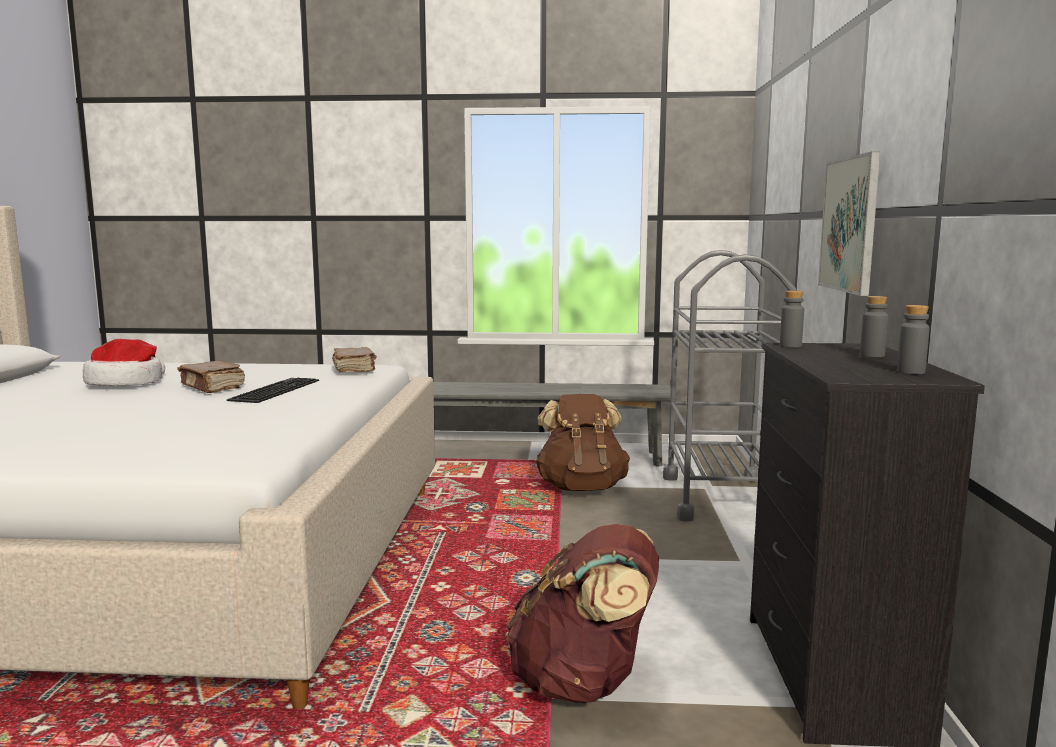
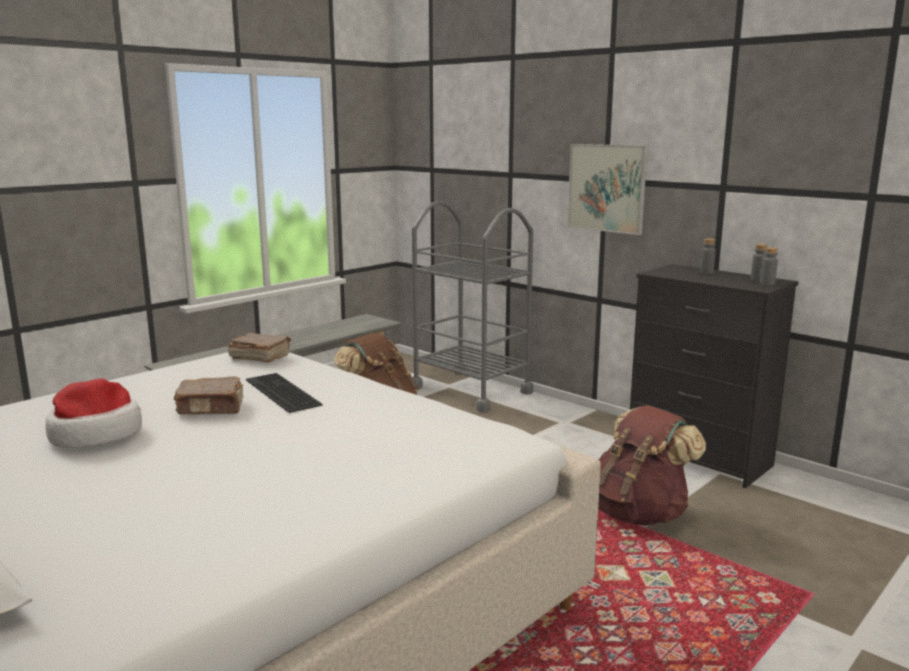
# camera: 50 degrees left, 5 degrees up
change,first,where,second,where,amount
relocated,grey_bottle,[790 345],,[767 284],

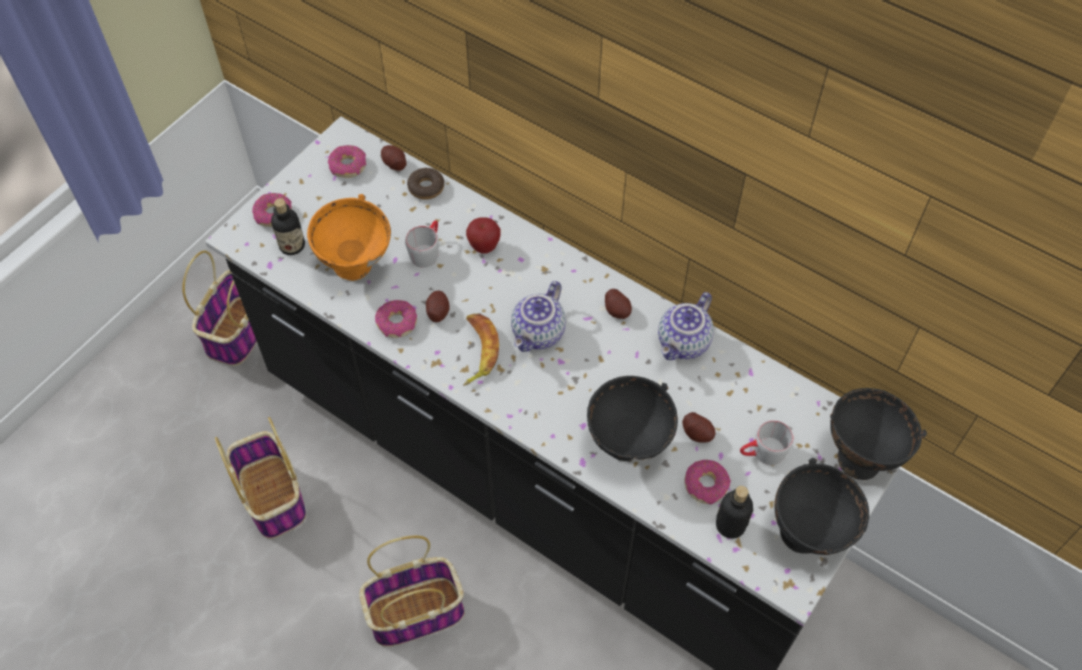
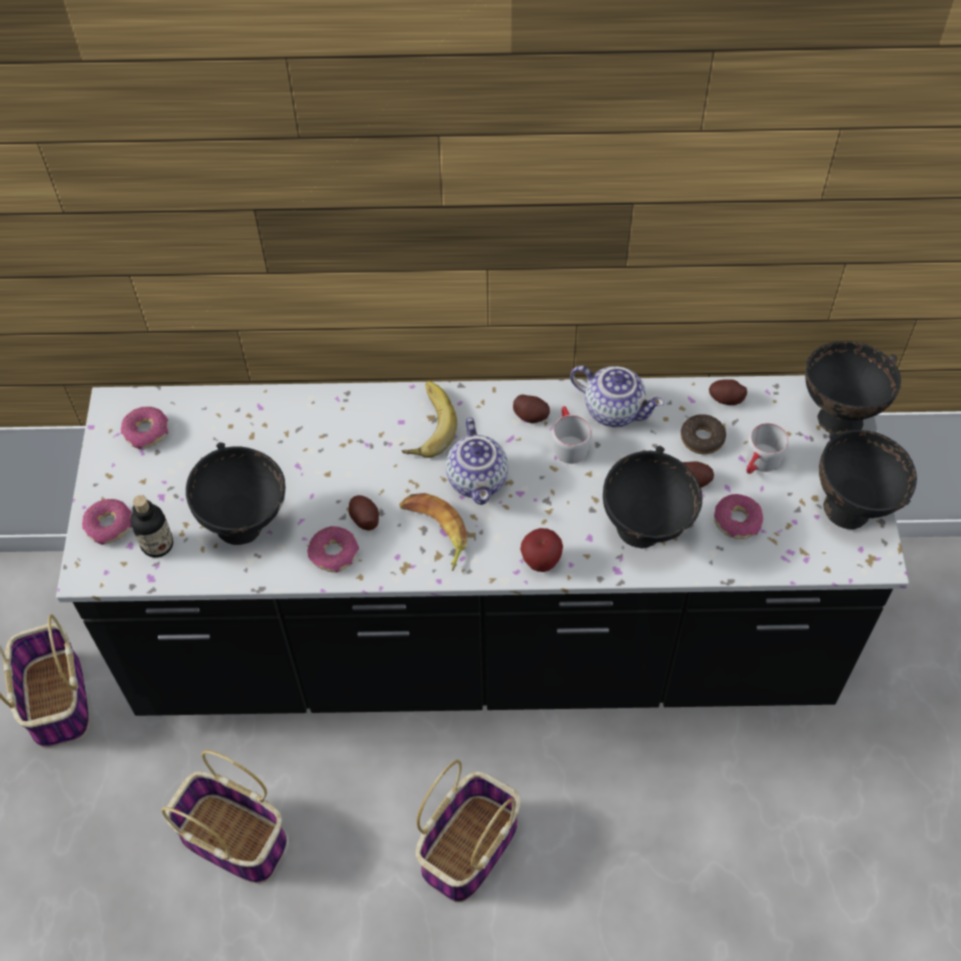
# camera: 35 degrees left, 0 degrees up
change,first,where,second,where,amount
colour,orange_bowl,[357 267],black_bowl,[246 525],
relocated,potato,[394 164],,[725 399],
relocated,grey_mug,[427 251],,[568 443],
relocated,donut,[426 187],,[702 438],
relocated,apple,[484 247],,[541 562],
spun,teapot,[684 344],,[615 409],60 degrees counterclockwise
missing,bottle,[730 525],,,
appeared,,,banana,[425 424],

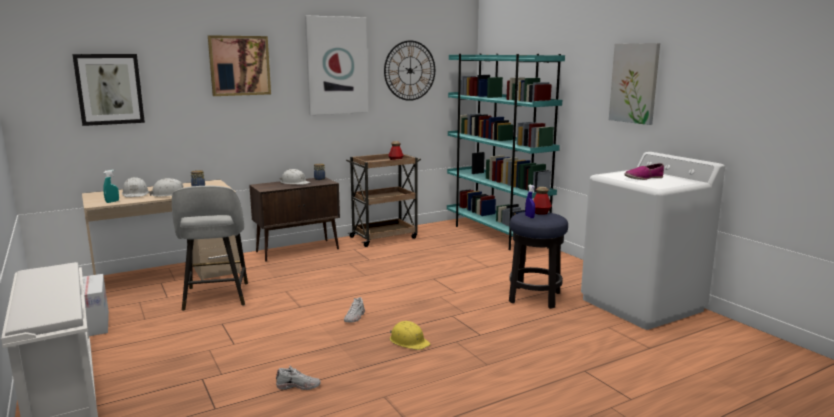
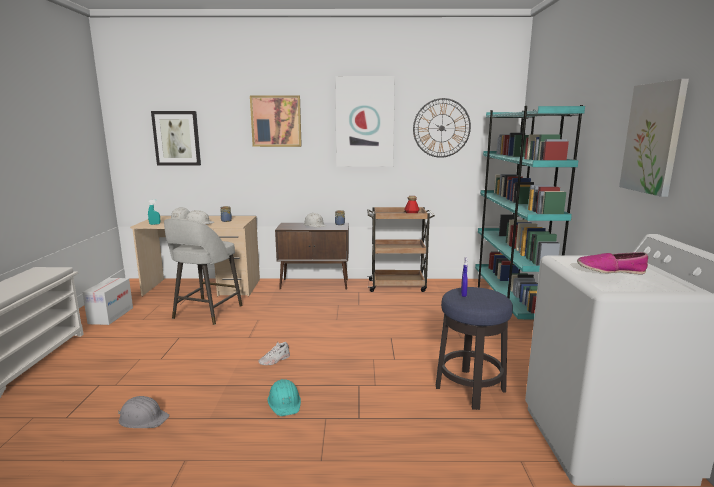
# camera: 30 degrees right, 0 degrees up
change,first,where,second,where,amount
exchanged,white_shoe,[298 386],grey_hard_hat,[143 418],
colour,yellow_hard_hat,[409 341],turquoise_hard_hat,[284 402],
missing,bottle,[540 213],,,

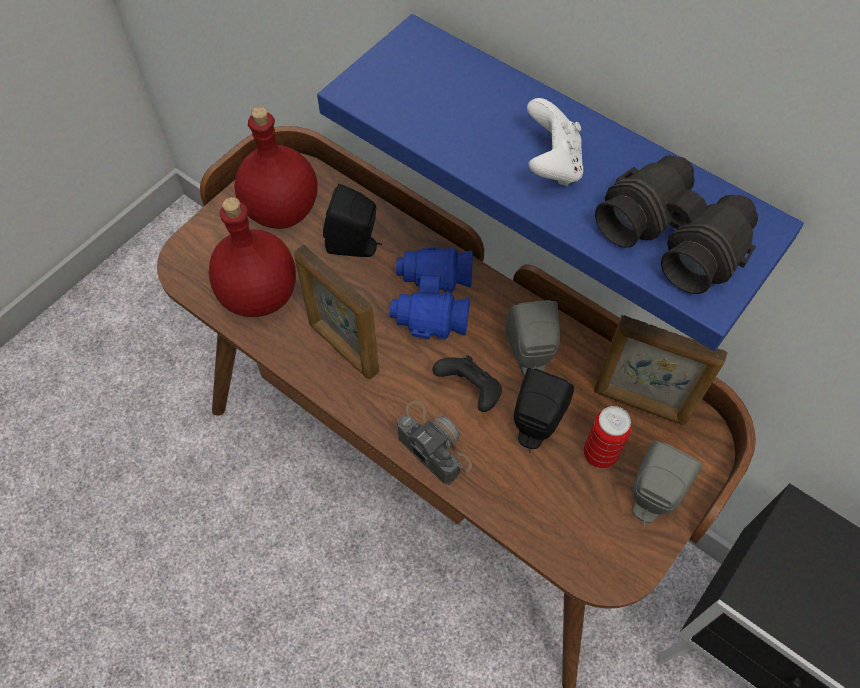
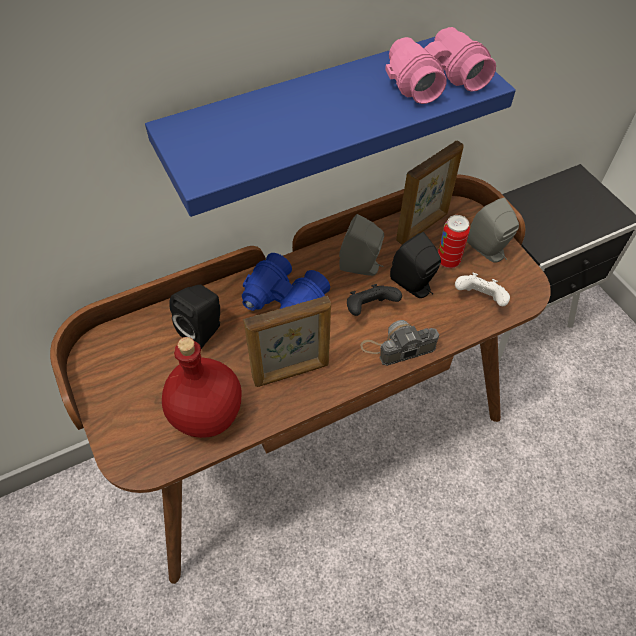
# camera: 65 degrees left, 5 degrees down
change,first,where,second,where,amount
missing,red_bottle,[283 211],,,
relocated,white_game_controller,[551 165],,[479 299],
colour,black_binoculars,[673 235],pink_binoculars,[433 79],

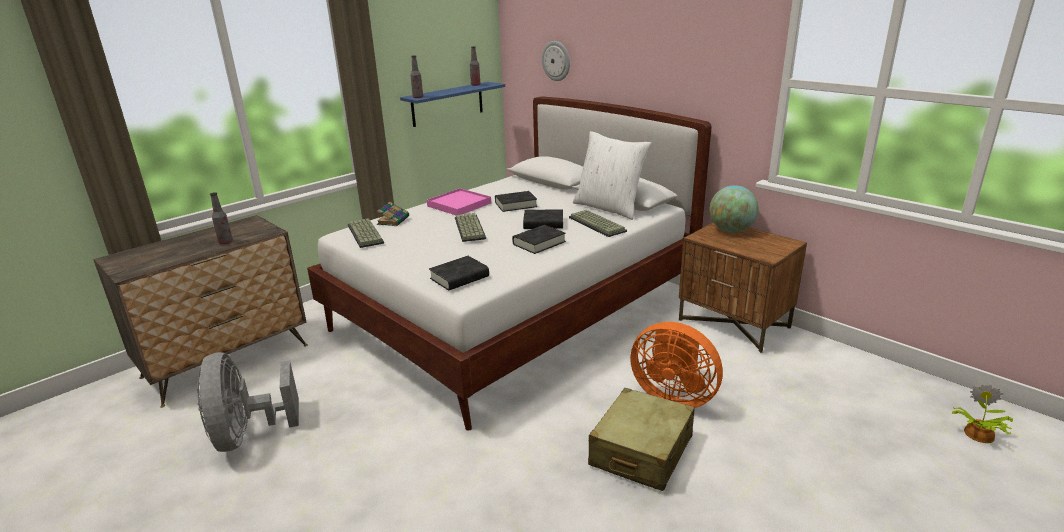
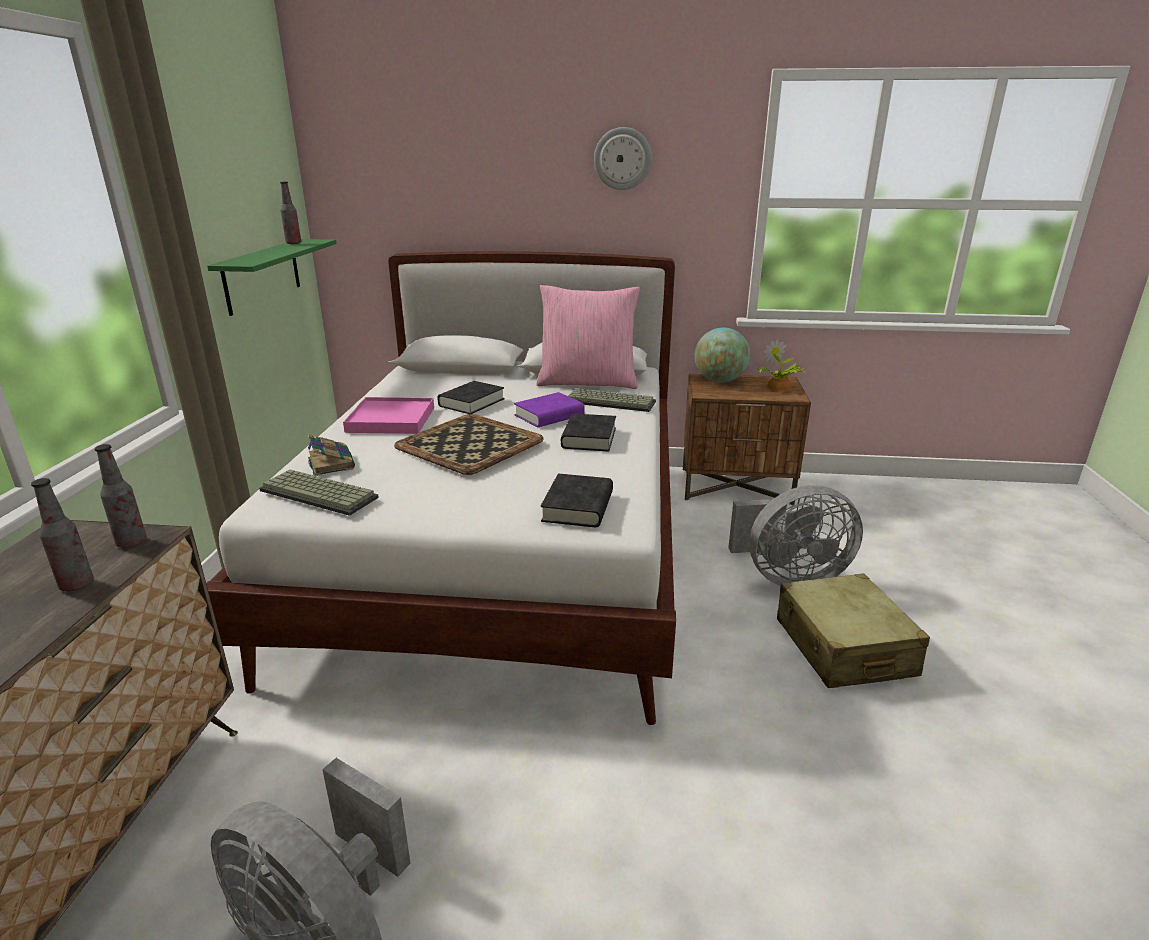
# camera: 40 degrees left, 0 degrees up
change,first,where,second,where,amount
colour,blue_shelf,[447 104],green_shelf,[262 275],
relocated,bottle,[418 97],,[132 542],
exchanged,keyboard,[468 228],tray,[468 444],
colour,black_book,[543 223],purple_book,[549 415],
relocated,wall_clock,[556 61],,[622 159],
colour,white_pillow,[609 208],pink_pillow,[587 382],
colour,orange_fan,[673 396],grey_fan,[788 577],
relocated,potted_plant,[978 434],,[778 388],

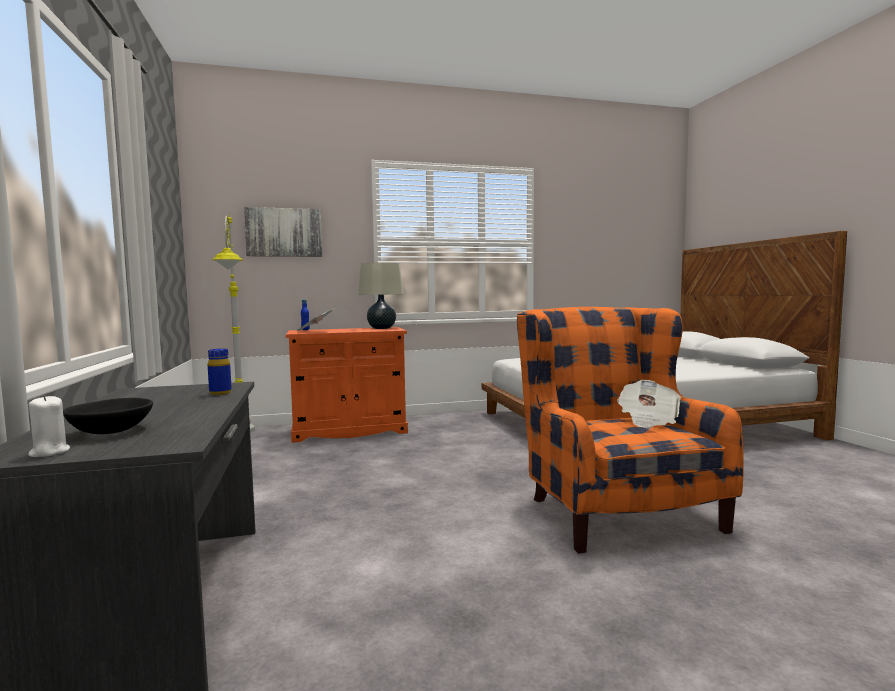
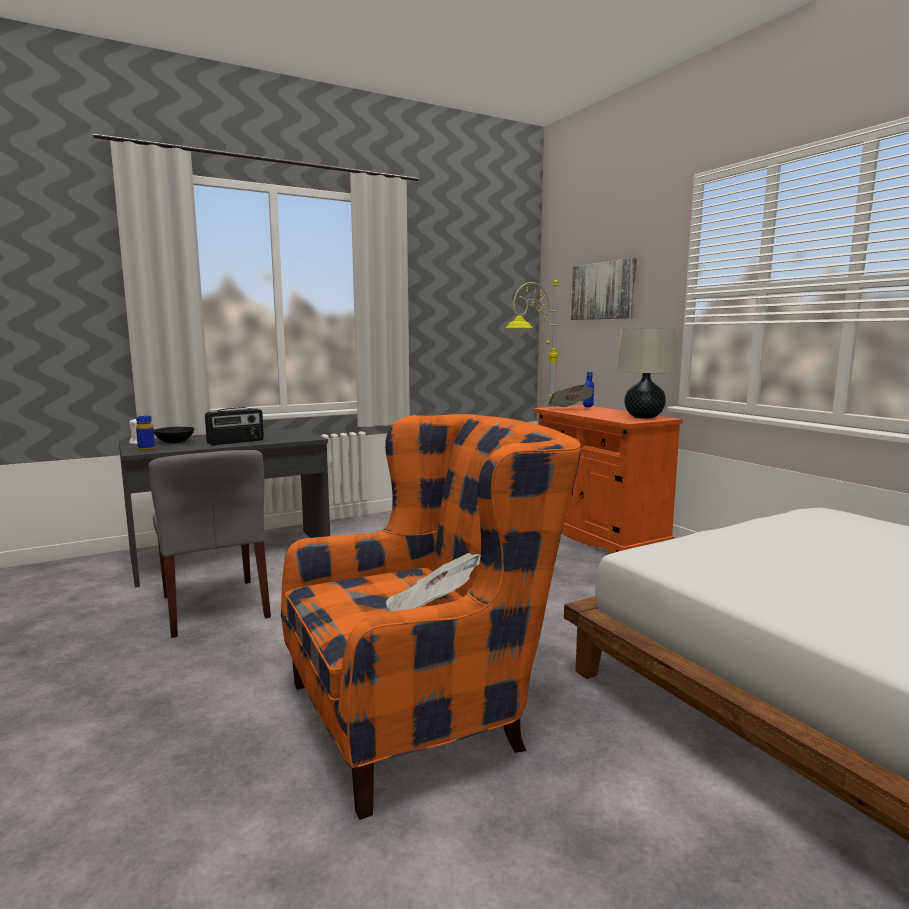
# camera: 75 degrees right, 5 degrees up
change,first,where,second,where,amount
relocated,blue_bottle,[220 393],,[146 449],
appeared,,,grey_chair,[215 607],
appeared,,,radio,[236 442],

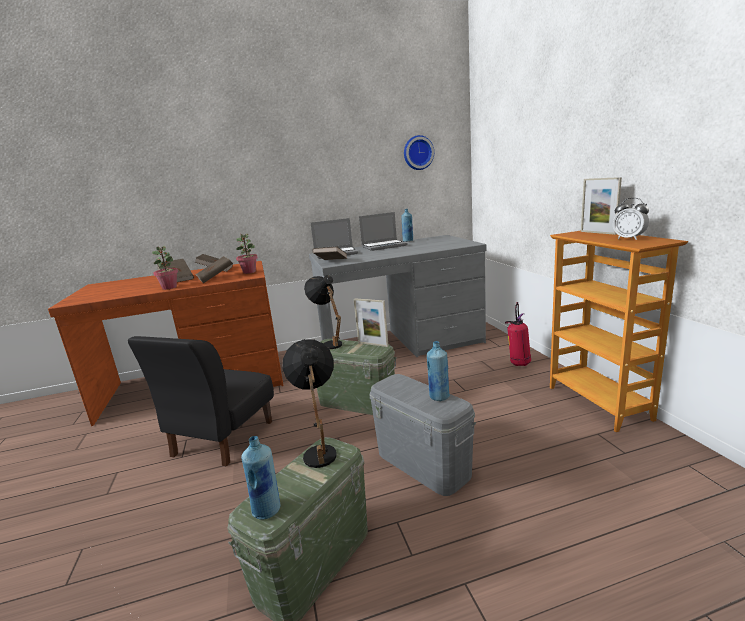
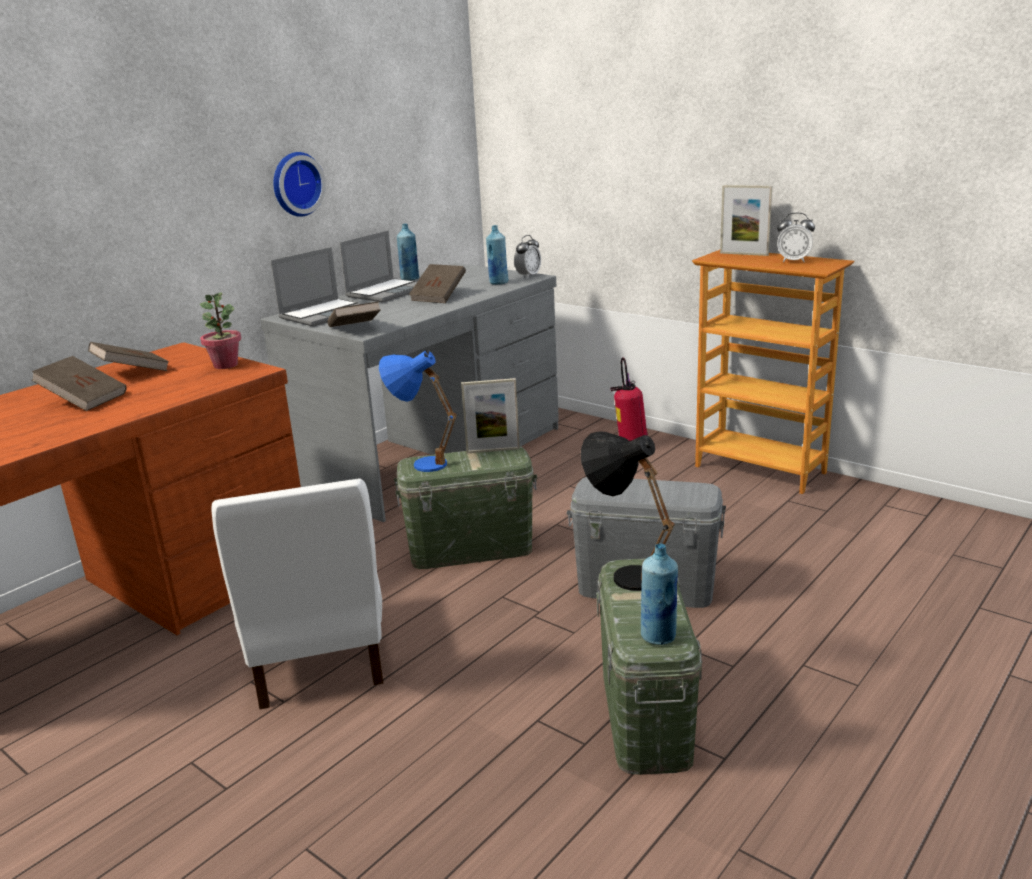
# camera: 35 degrees left, 5 degrees up
change,first,where,second,where,amount
colour,black_chair,[222 438],white_chair,[317 657],
missing,potted_plant,[169 287],,,
relocated,brown_book,[215 278],,[439 296],
colour,black_table_lamp,[329 342],blue_table_lamp,[420 462],
relocated,wall_clock,[418 153],,[296 184],
relocated,blue_bottle,[439 396],,[498 283],
appeared,,,alarm_clock,[528 276],

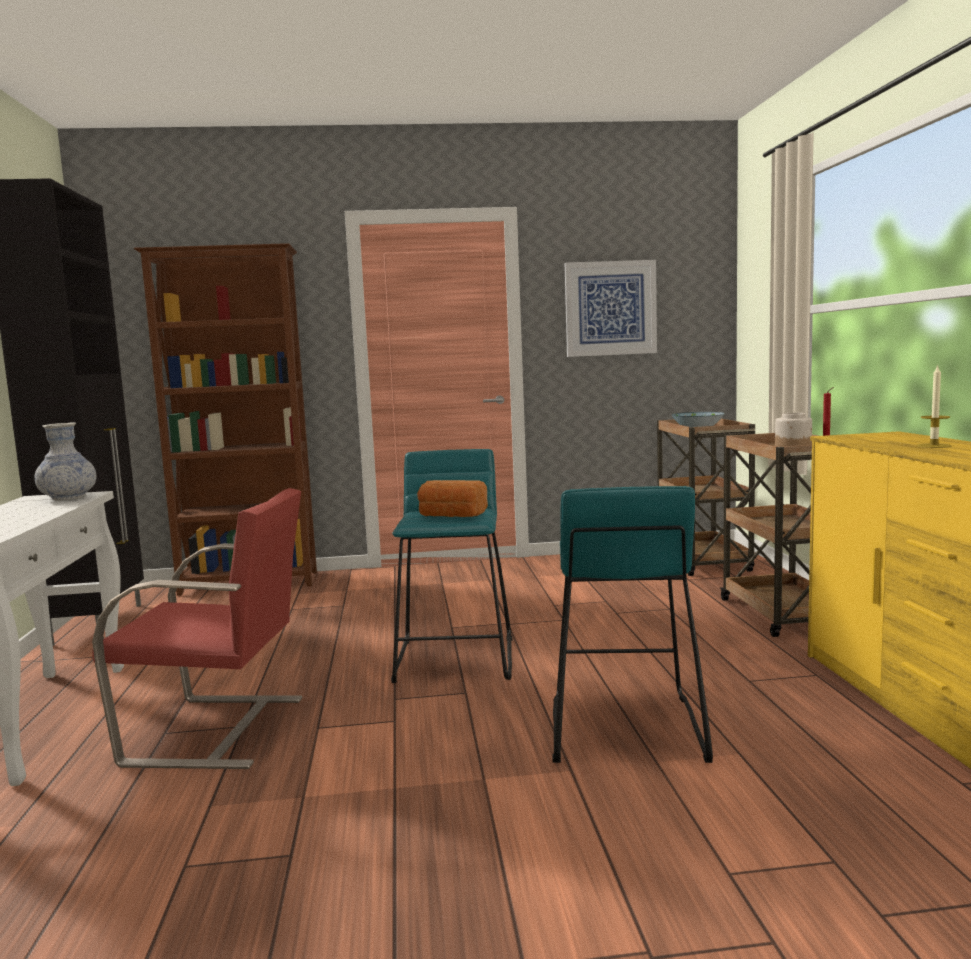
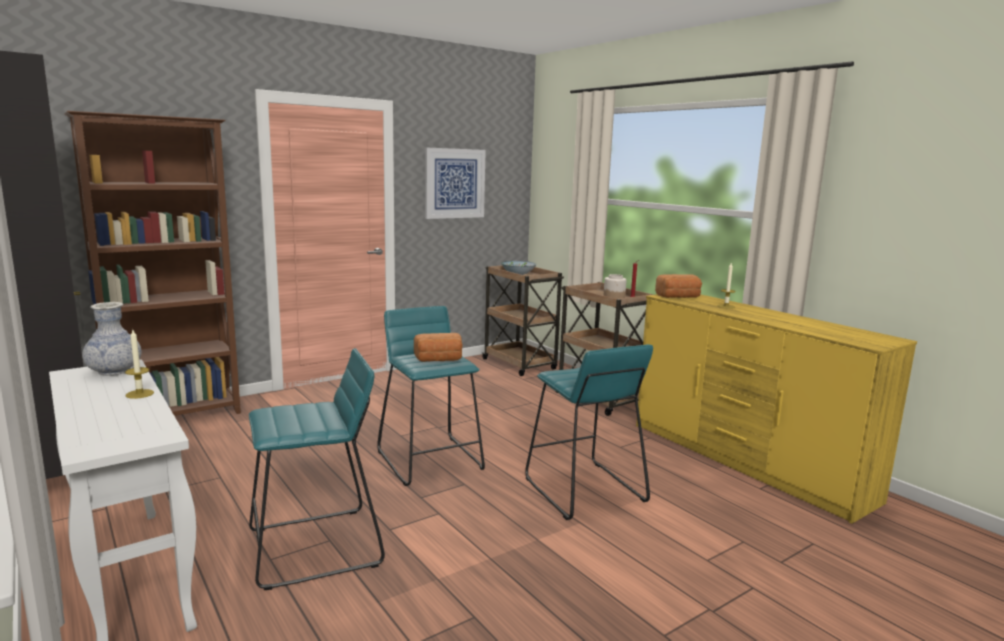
# camera: 30 degrees left, 5 degrees up
change,first,where,second,where,amount
exchanged,red_chair,[219 731],turquoise_stool,[315 547],
appeared,,,candle,[139 394],
appeared,,,bread,[679 297],

